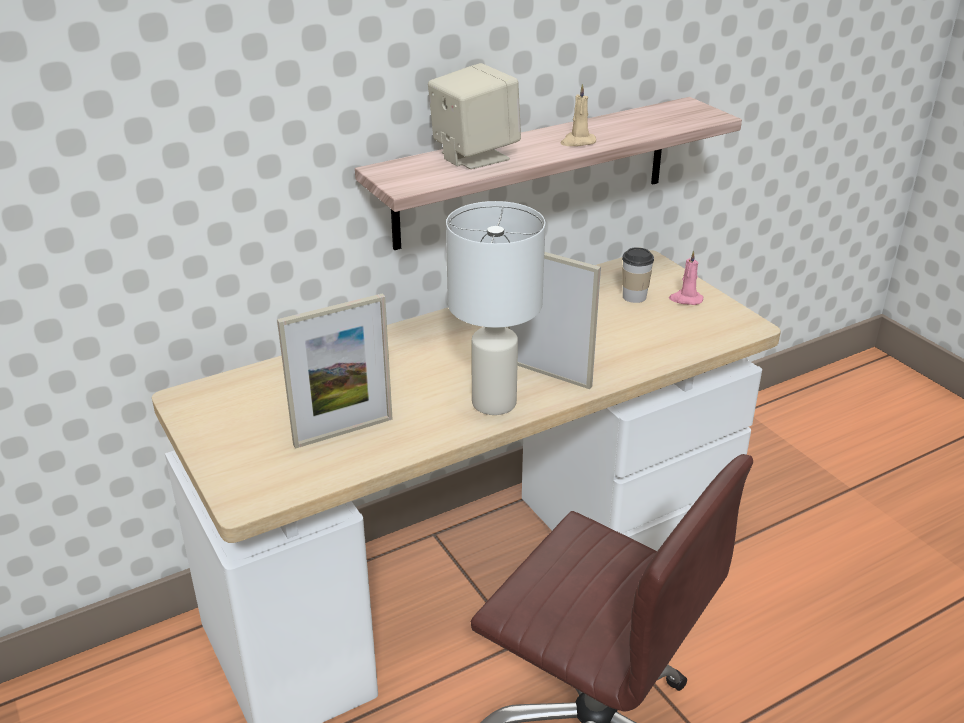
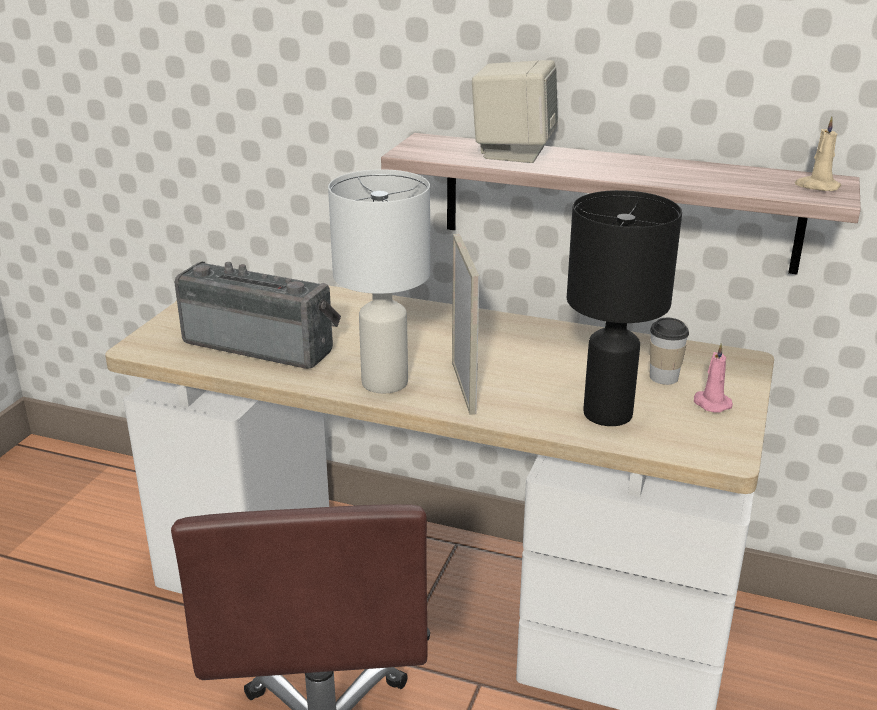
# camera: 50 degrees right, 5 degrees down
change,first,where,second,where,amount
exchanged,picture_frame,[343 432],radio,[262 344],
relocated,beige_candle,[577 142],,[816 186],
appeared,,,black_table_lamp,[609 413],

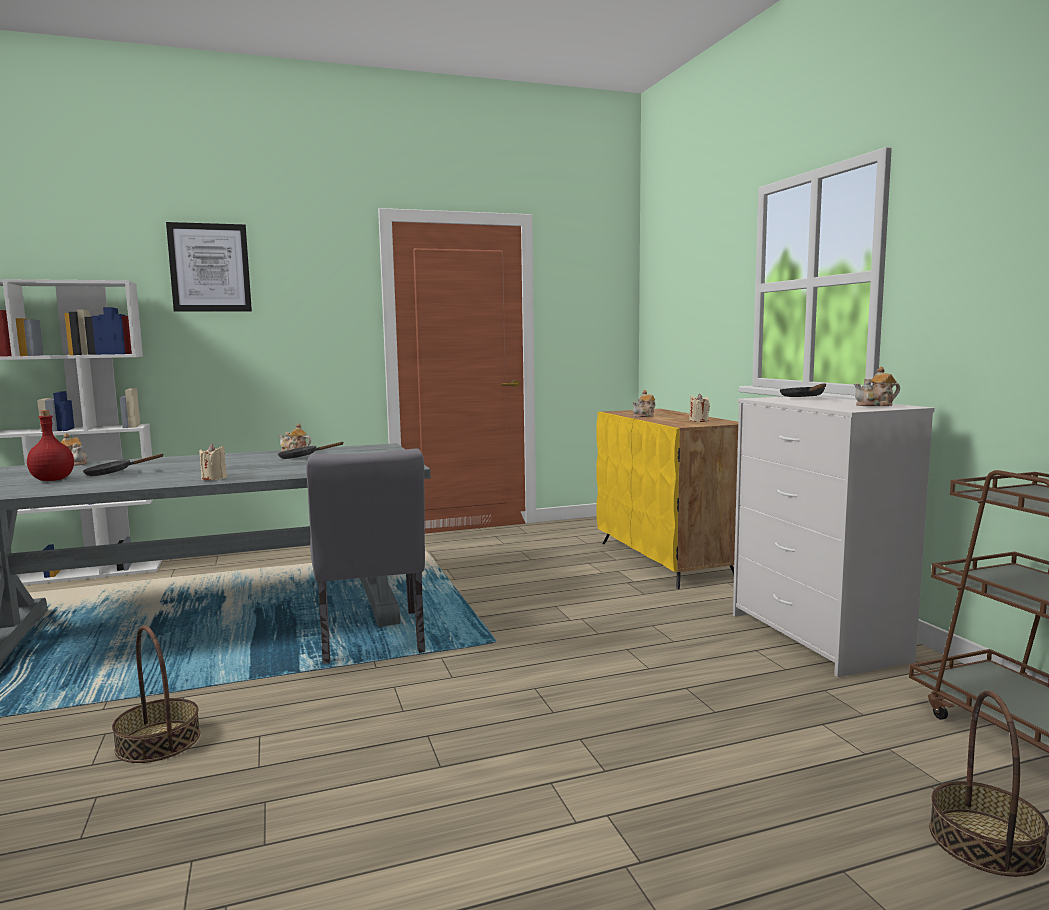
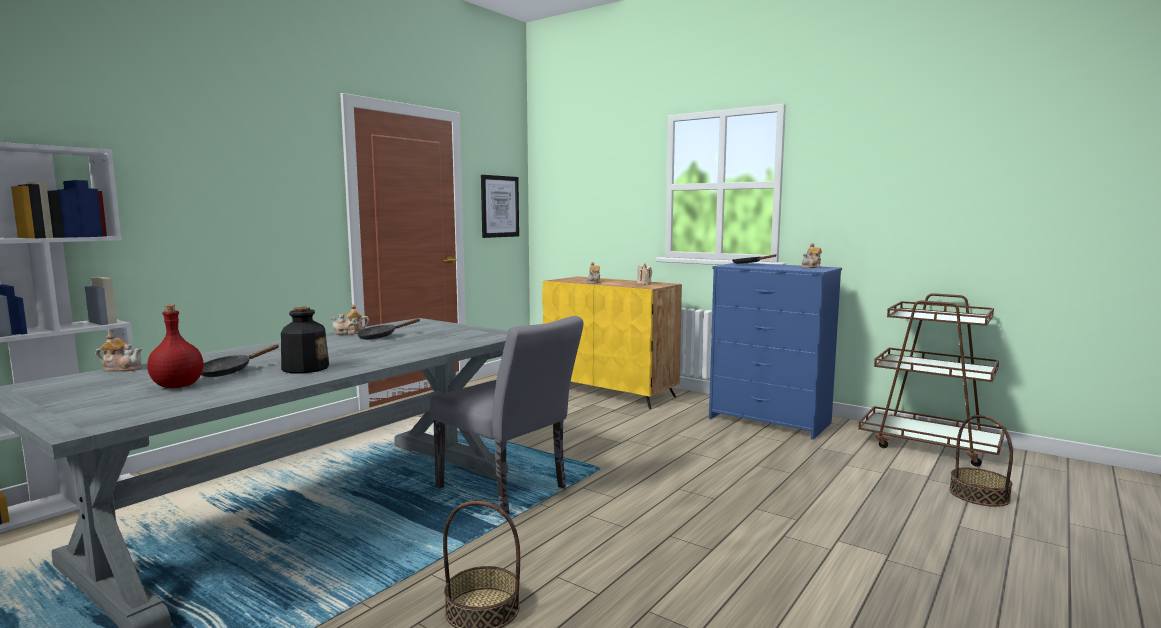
# camera: 35 degrees left, 0 degrees up
change,first,where,second,where,amount
relocated,picture,[210 268],,[499 206],
missing,beige_candle,[214 478],,,
colour,white_dresser,[818 637],blue_dresser,[770 421],
appeared,,,bottle,[305 368],

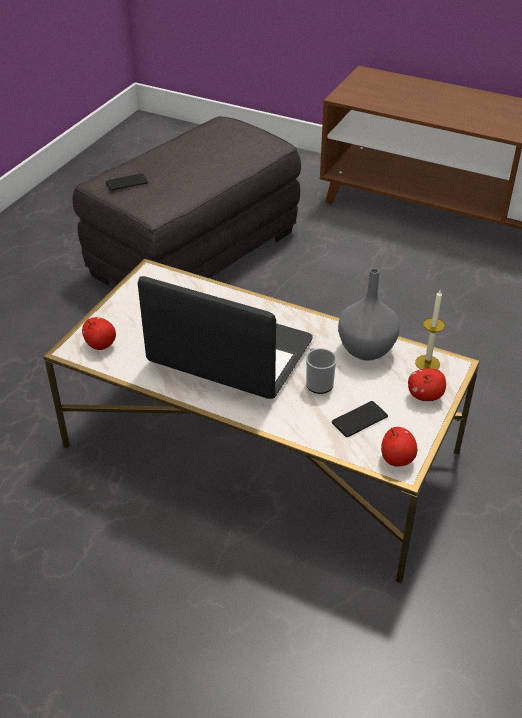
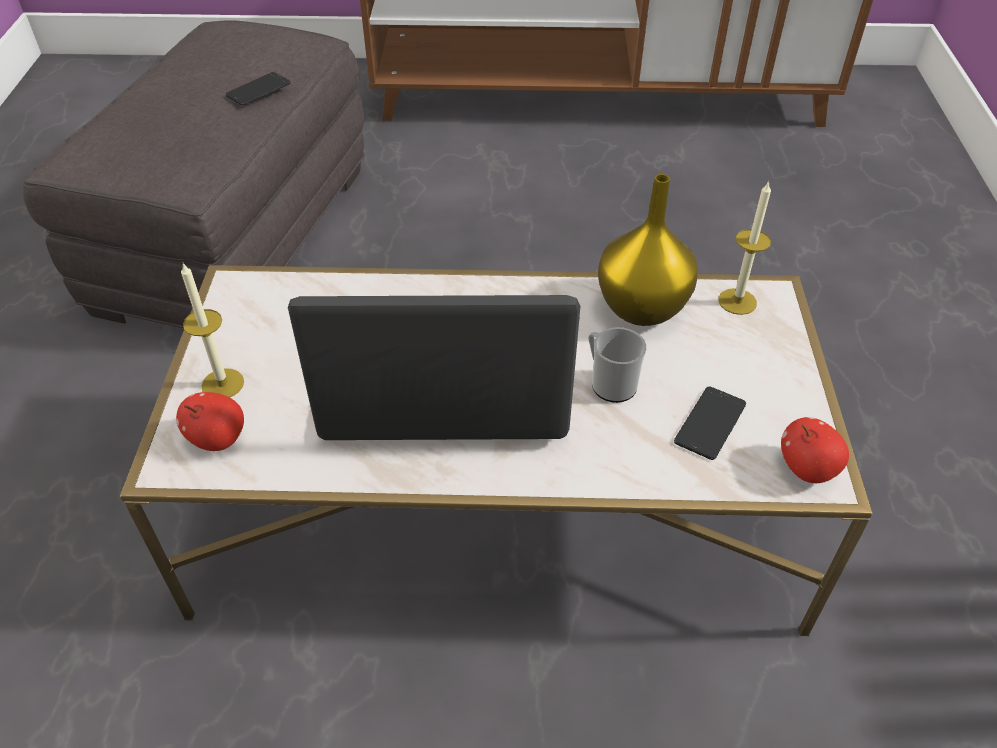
# camera: 25 degrees left, 5 degrees up
change,first,where,second,where,amount
relocated,phone,[127 183],,[258 90],
colour,grey_vase,[365 349],yellow_vase,[639 308],
missing,apple,[425 396],,,
appeared,,,candle,[222 384],

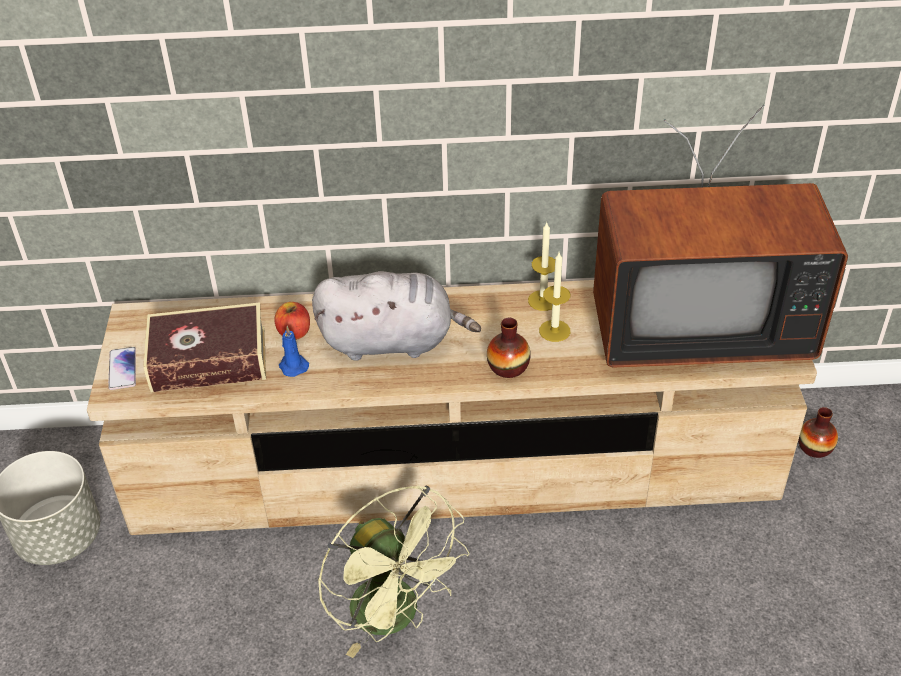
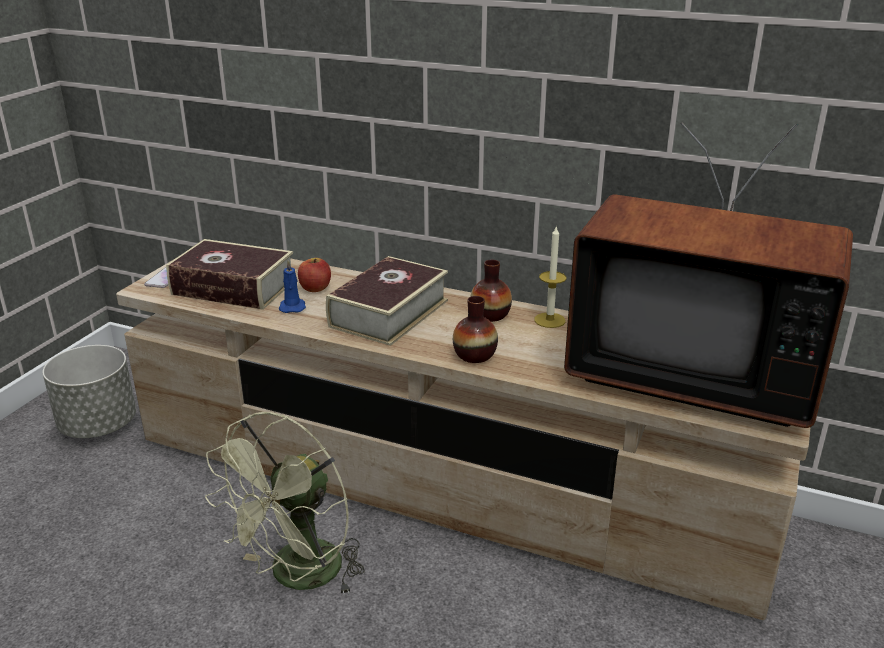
# camera: 25 degrees right, 15 degrees down
change,first,where,second,where,amount
exchanged,grey_plush_toy,[392 341],book,[389 313],
spun,green_fan,[396 616],,[298 577],45 degrees clockwise
missing,candle,[554 331],,,
relocated,vase,[814 447],,[490 315],

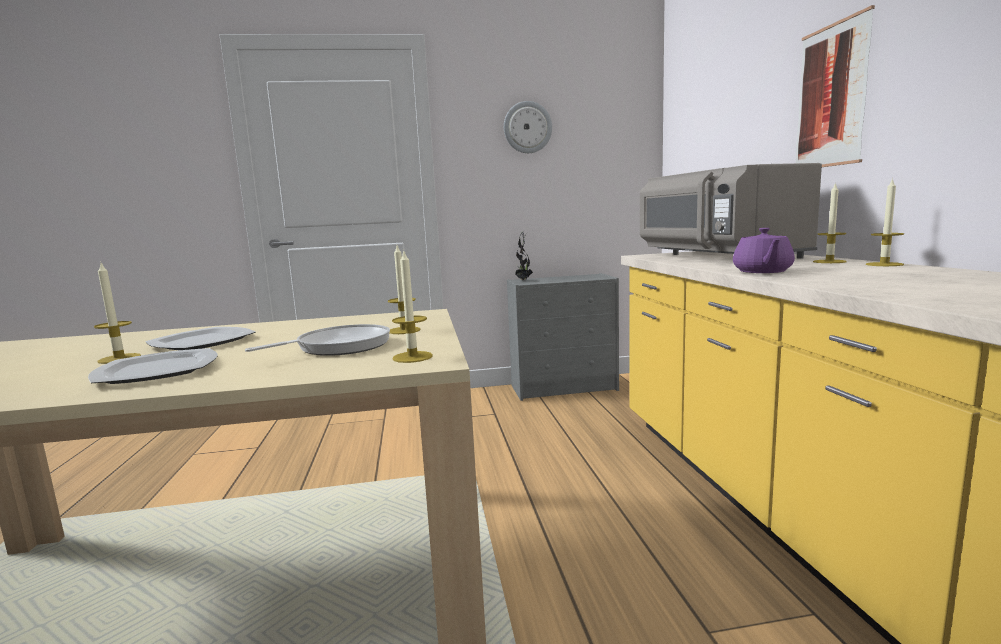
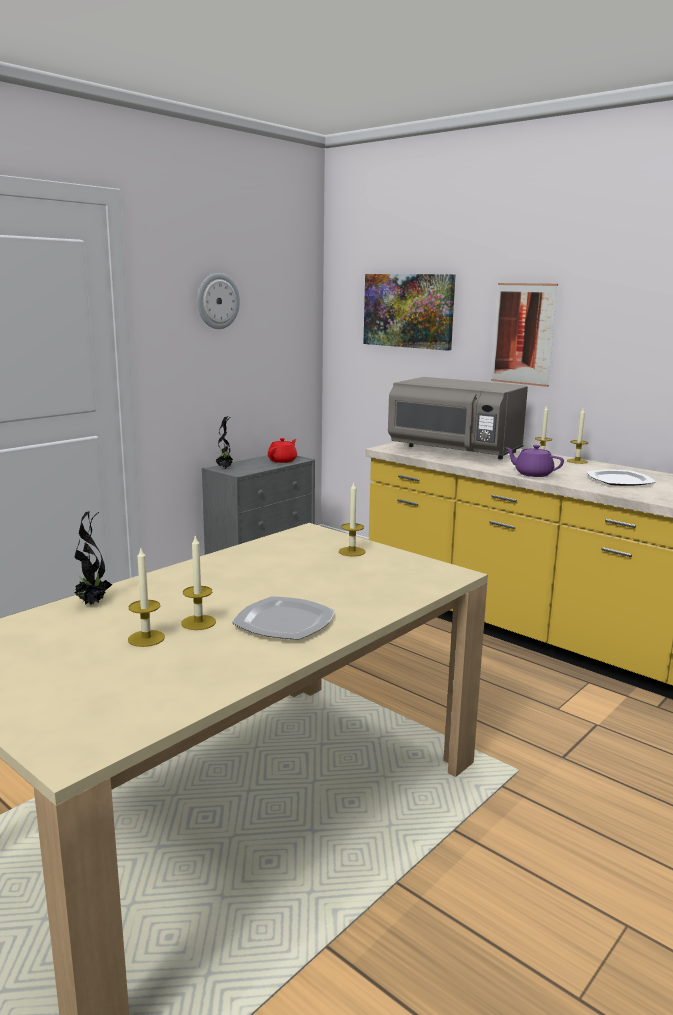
# camera: 40 degrees left, 5 degrees up
change,first,where,second,where,amount
relocated,plate,[203 342],,[619 480],
missing,frying_pan,[338 347],,,
relocated,candle,[412 357],,[146 638],
spun,purple_teapot,[762 272],,[532 474],150 degrees clockwise
appeared,,,potted_plant,[92 603],
appeared,,,red_teapot,[283 460],
appeared,,,picture,[408 311],

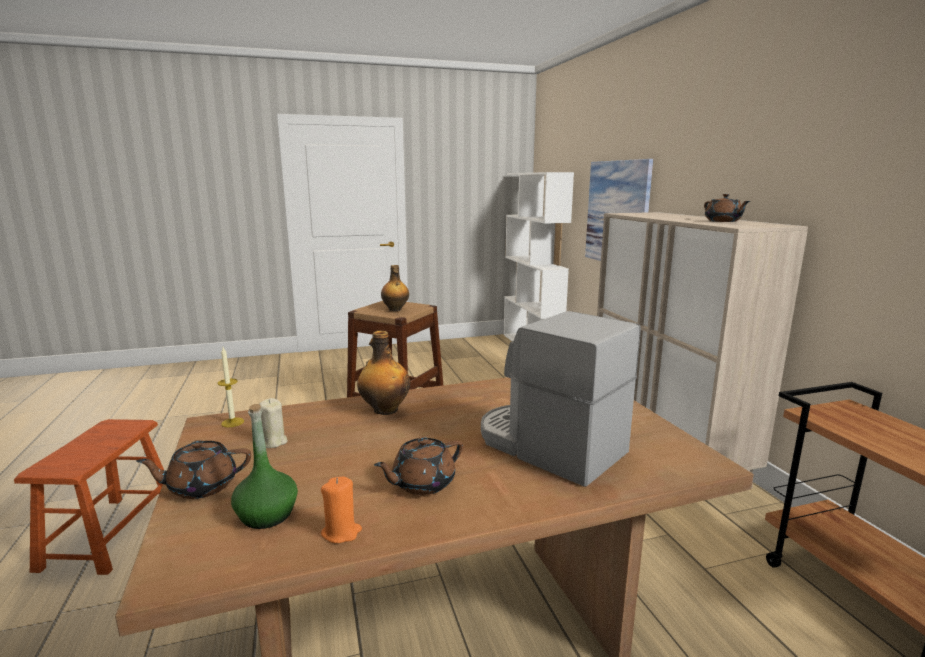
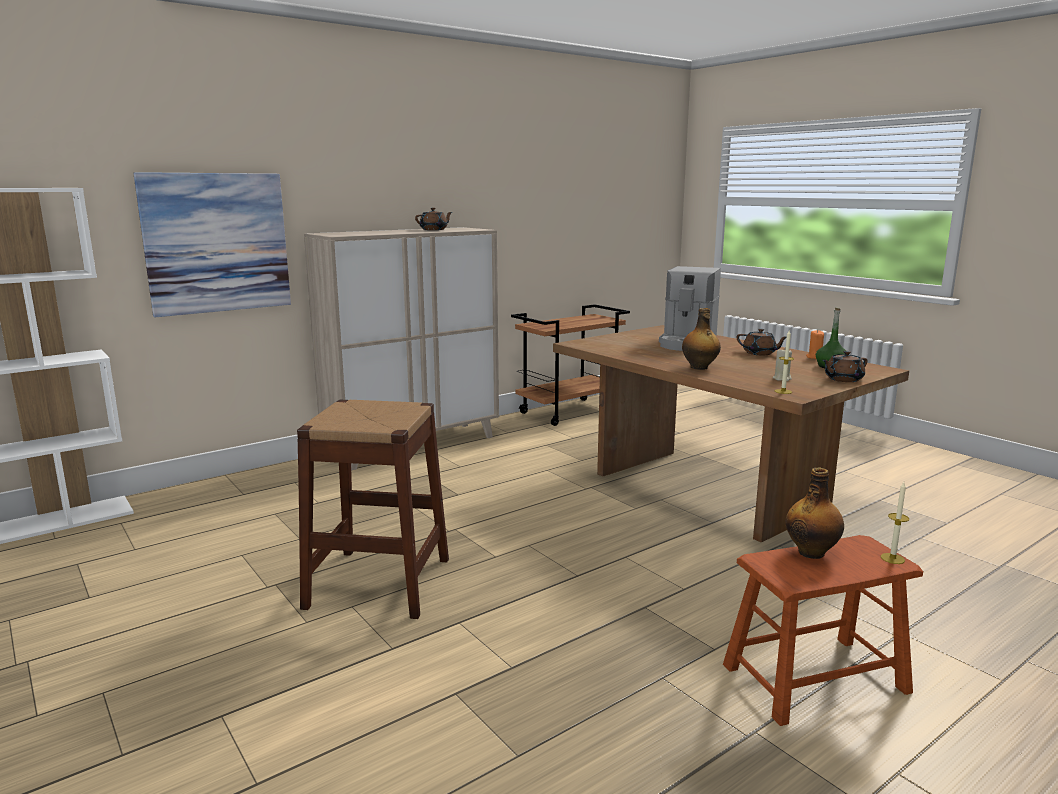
# camera: 110 degrees left, 0 degrees up
change,first,where,second,where,amount
spun,brown_teapot,[201 487],,[843 379],105 degrees clockwise
relocated,bottle,[395 310],,[812 552],
appeared,,,candle,[892 558],

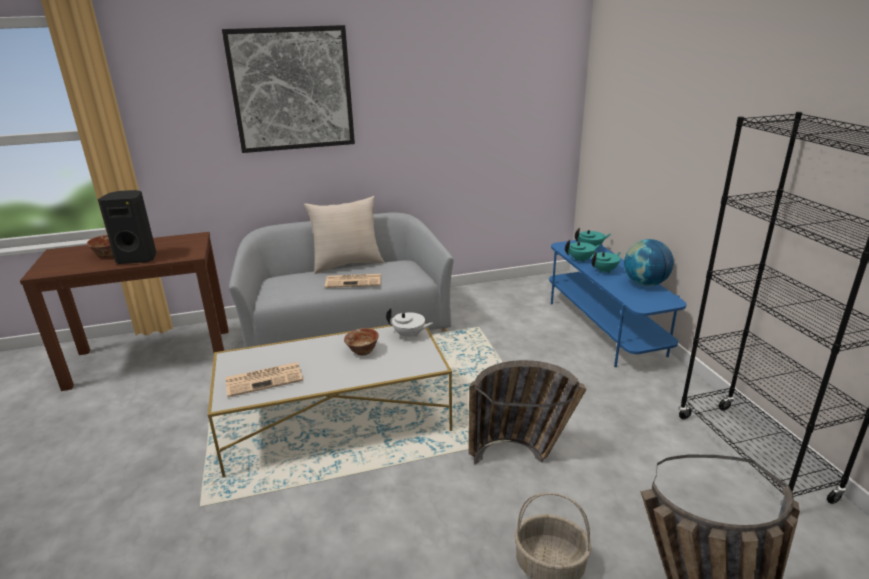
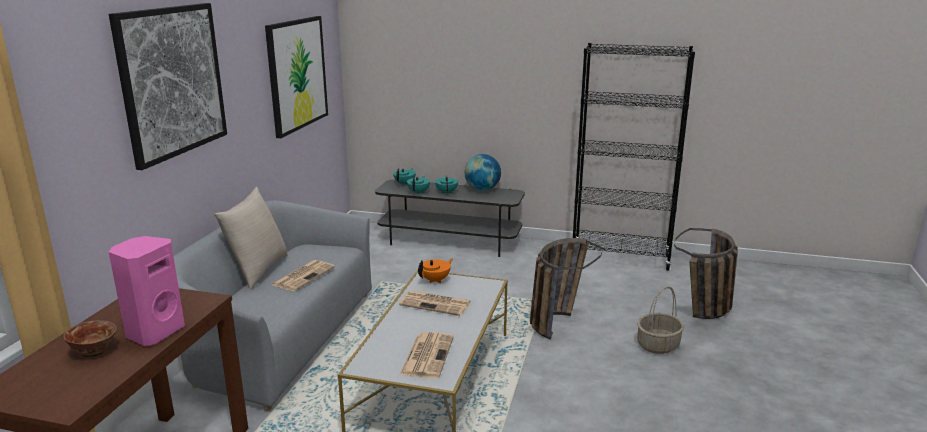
# camera: 60 degrees left, 5 degrees down
change,first,where,second,where,amount
colour,black_speaker,[138 258],pink_speaker,[154 332],
exchanged,bowl,[363 351],newspaper,[436 304],
colour,white_teapot,[409 335],orange_teapot,[435 280],
colour,blue_tv_stand,[604 328],grey_tv_stand,[450 241],
appeared,,,picture,[297 74],

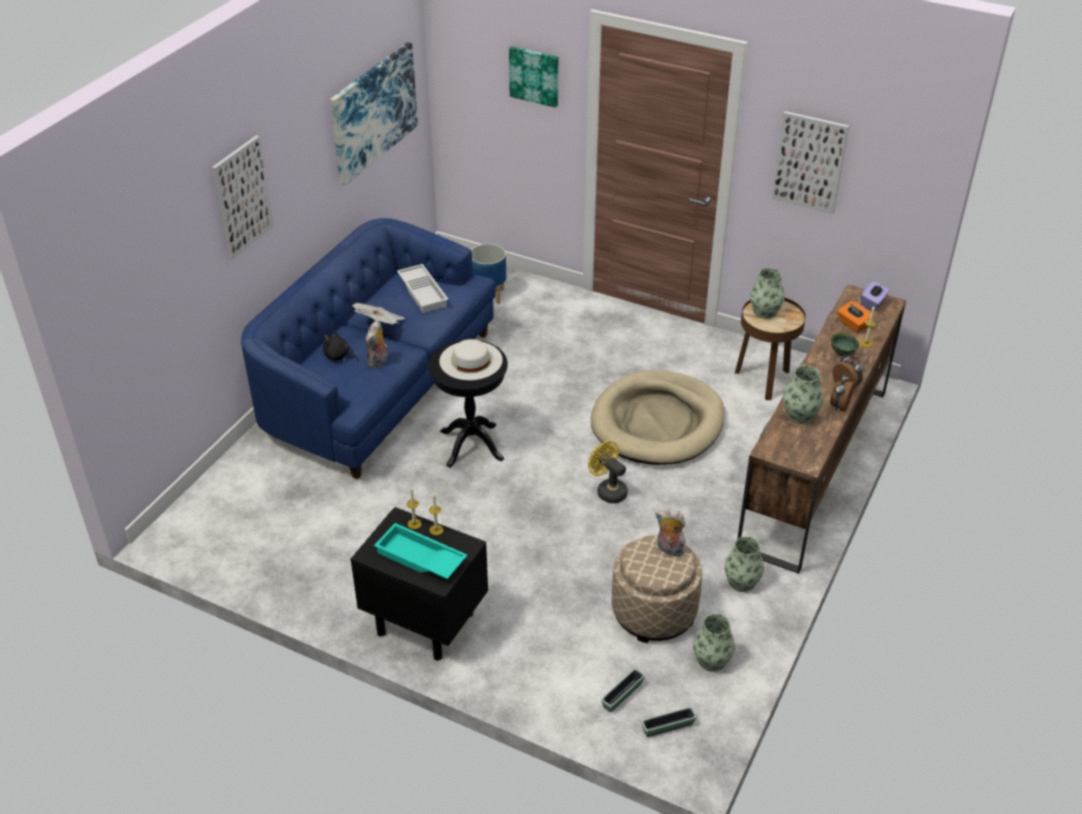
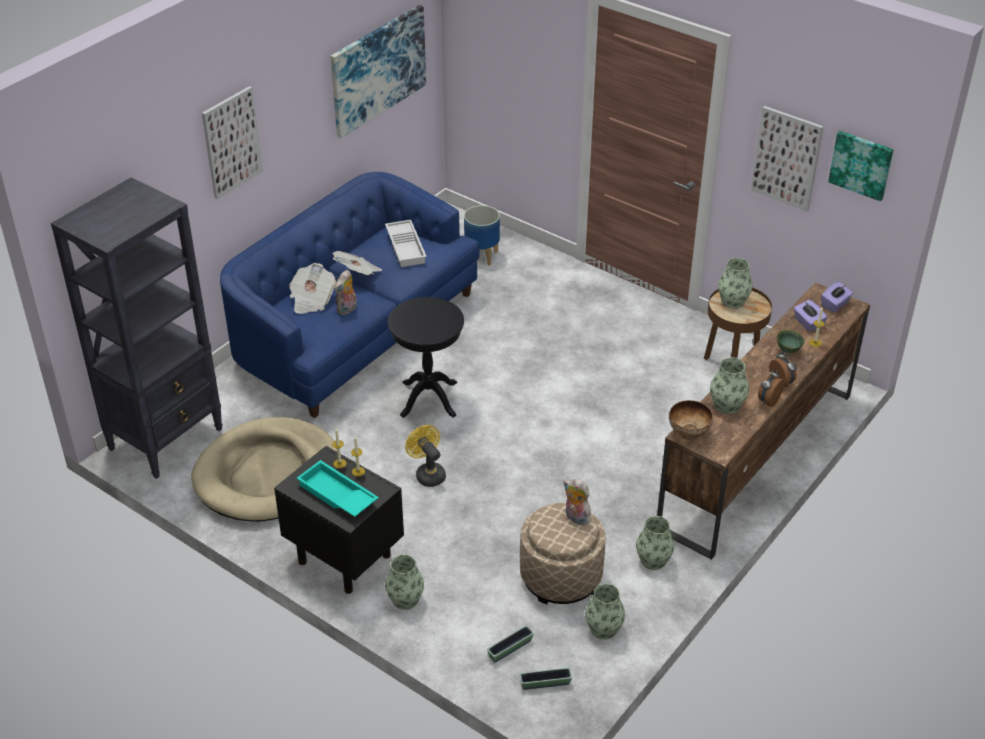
# camera: 10 degrees right, 0 degrees up
change,first,where,second,where,amount
exchanged,black_plush_toy,[338 356],newspaper,[311 300],
missing,white_hat,[471 360],,,
relocated,picture,[535 75],,[861 164],
relocated,yellow_fan,[608 490],,[428 473],
relocated,beige_dog_bed,[657 423],,[267 474],
colour,orange_tissue_box,[853 324],purple_tissue_box,[808 323],
appeared,,,black_bookcase,[167 438],
appeared,,,vase,[405 599],
appeared,,,bowl,[688 433],

